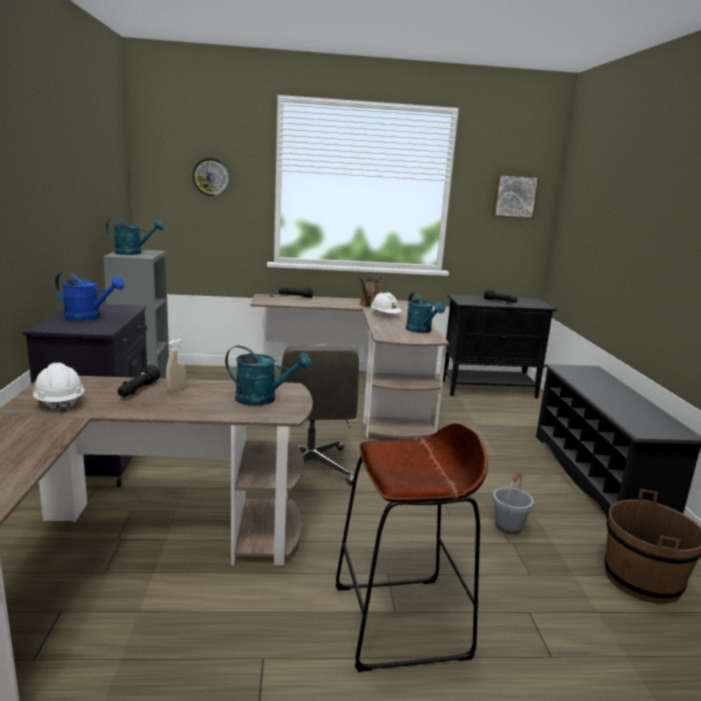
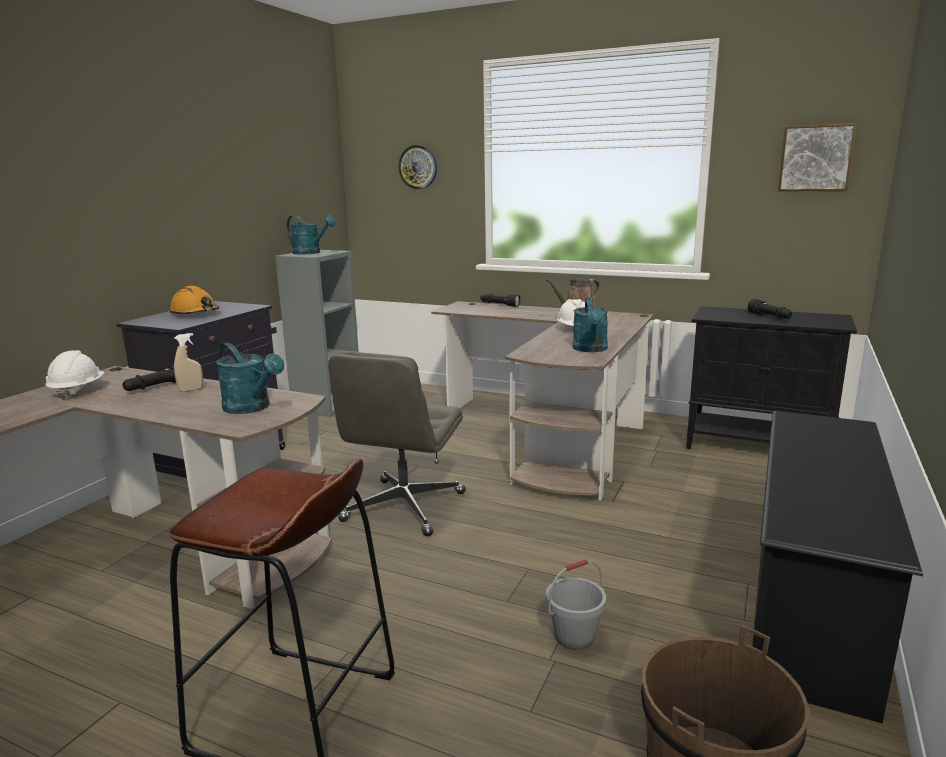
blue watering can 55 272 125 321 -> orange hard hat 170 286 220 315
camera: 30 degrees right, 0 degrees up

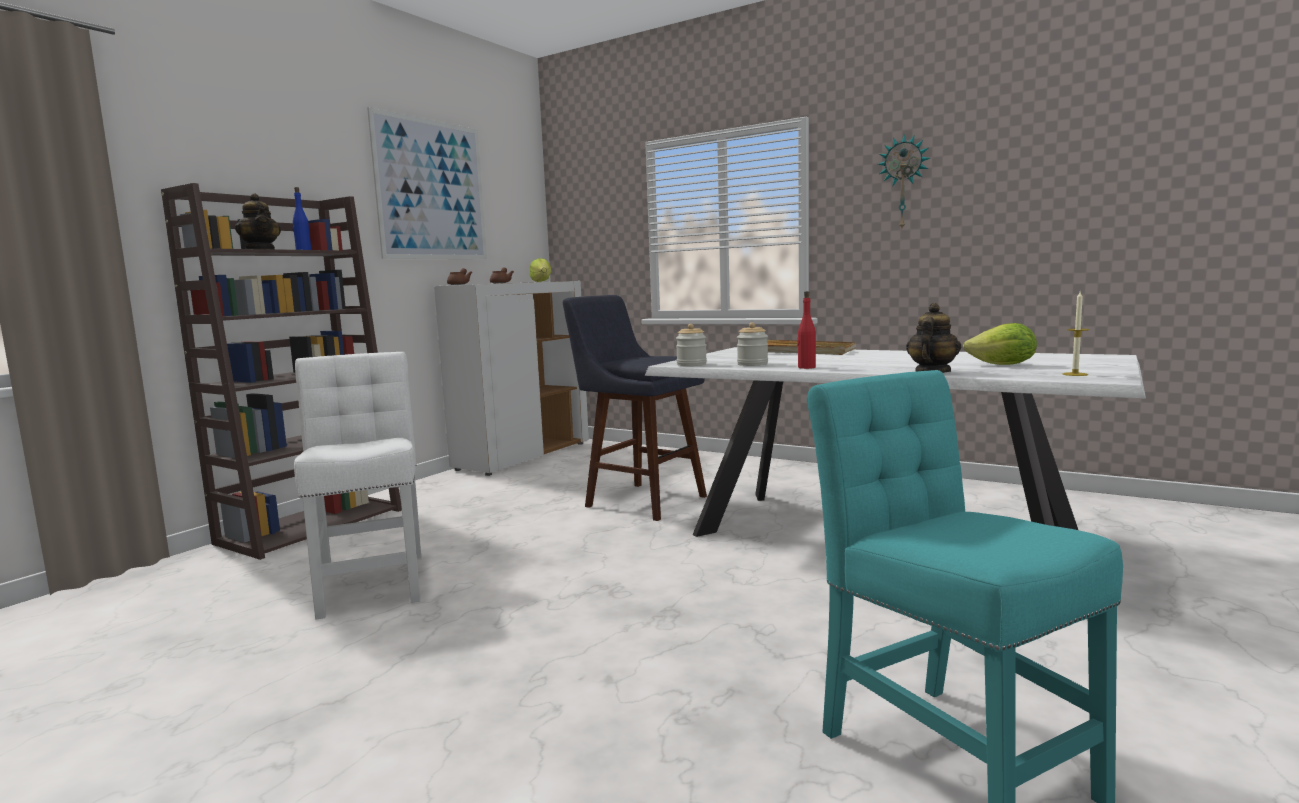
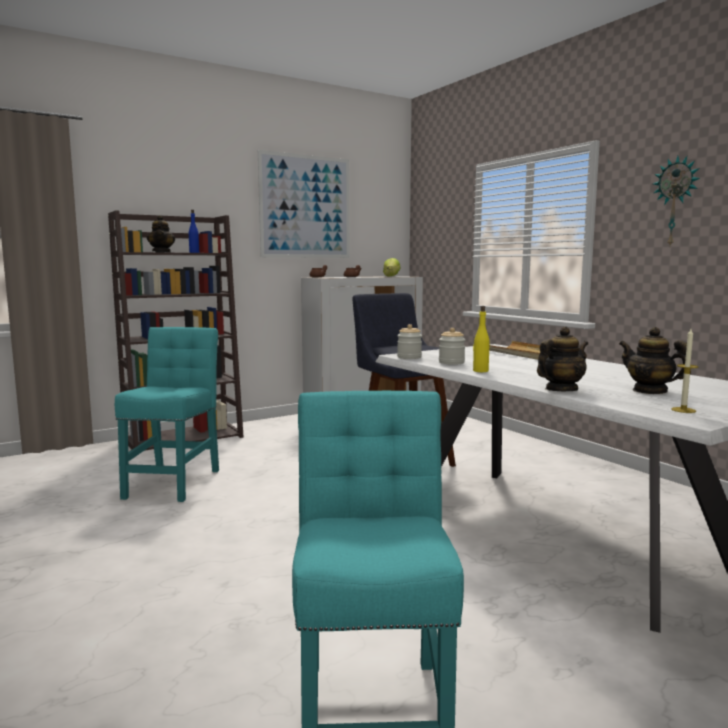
white chair 294 352 421 620 -> turquoise chair 115 327 219 502
red bottle 797 291 816 369 -> yellow bottle 473 306 490 372
lettuce 963 323 1037 365 -> teapot 619 327 691 394
camera: 25 degrees right, 0 degrees up

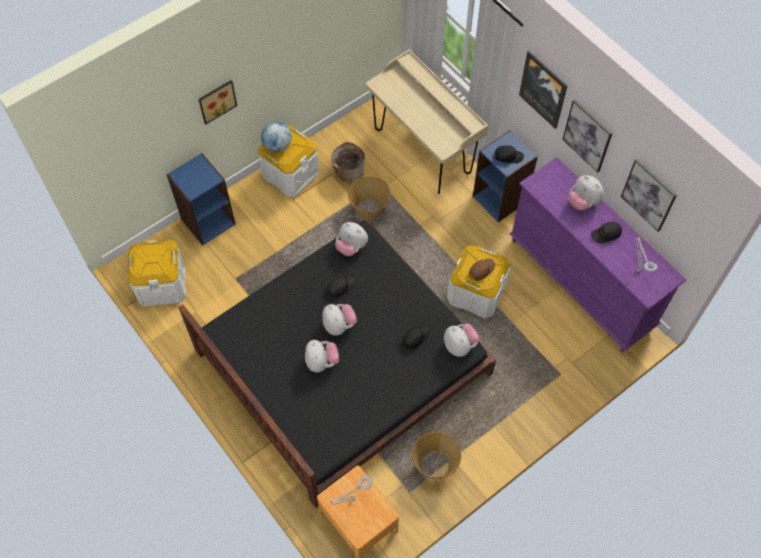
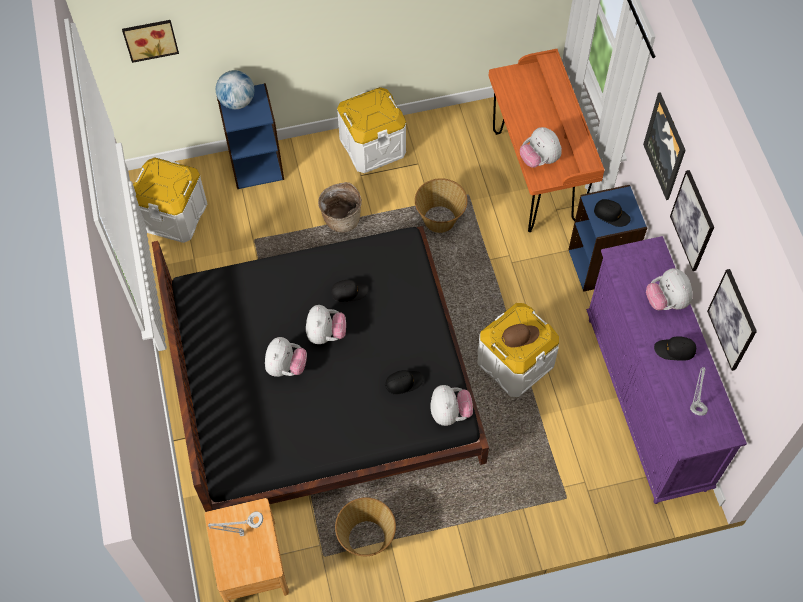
picture 199 80 237 124 -> picture 122 20 179 63, relocated
globe 261 121 292 152 -> globe 216 70 254 109, relocated
basket 331 142 365 182 -> basket 318 182 362 233, relocated
beige desk 366 49 488 194 -> orange desk 489 49 605 232
plush toy 335 222 368 256 -> plush toy 520 127 562 168, relocated
camera: 25 degrees right, 0 degrees up

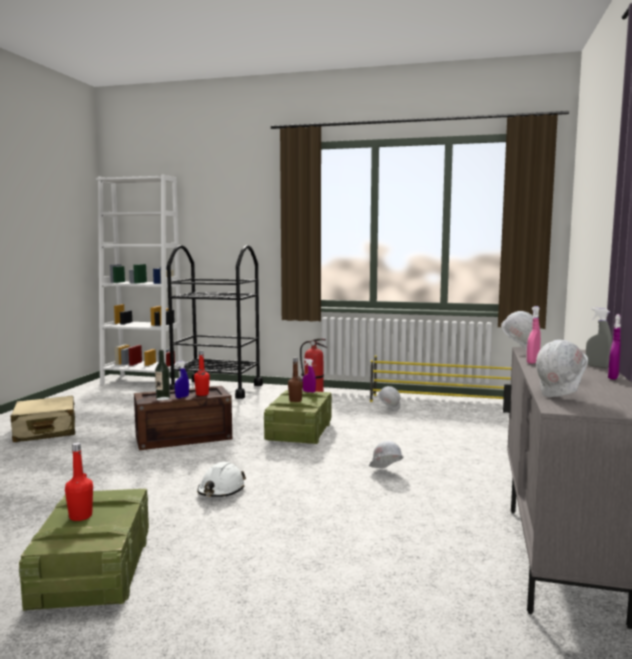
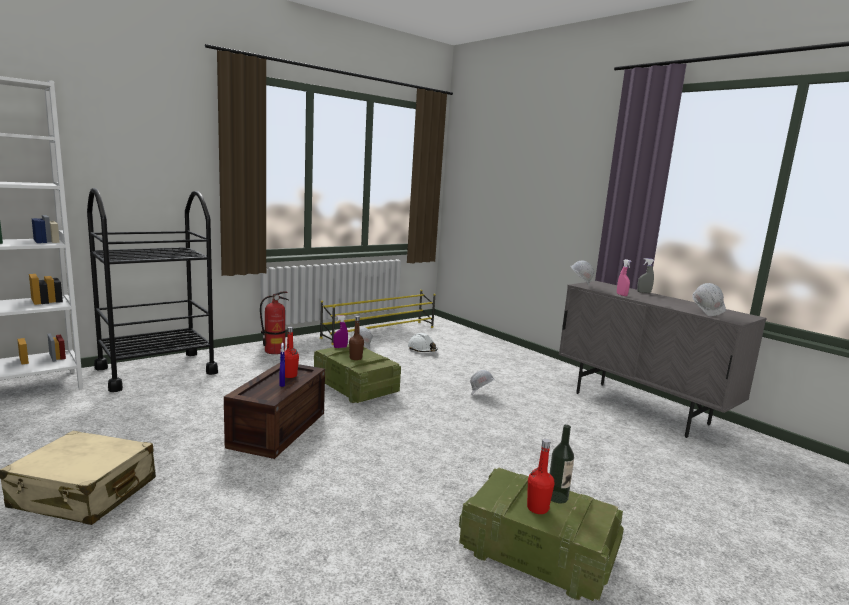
white hard hat 197 462 246 497 -> white hard hat 408 333 438 352, relocated
bottle 155 350 170 401 -> bottle 549 425 574 503, relocated
purple spray bottle 608 314 621 380 -> none
camera: 55 degrees left, 5 degrees up

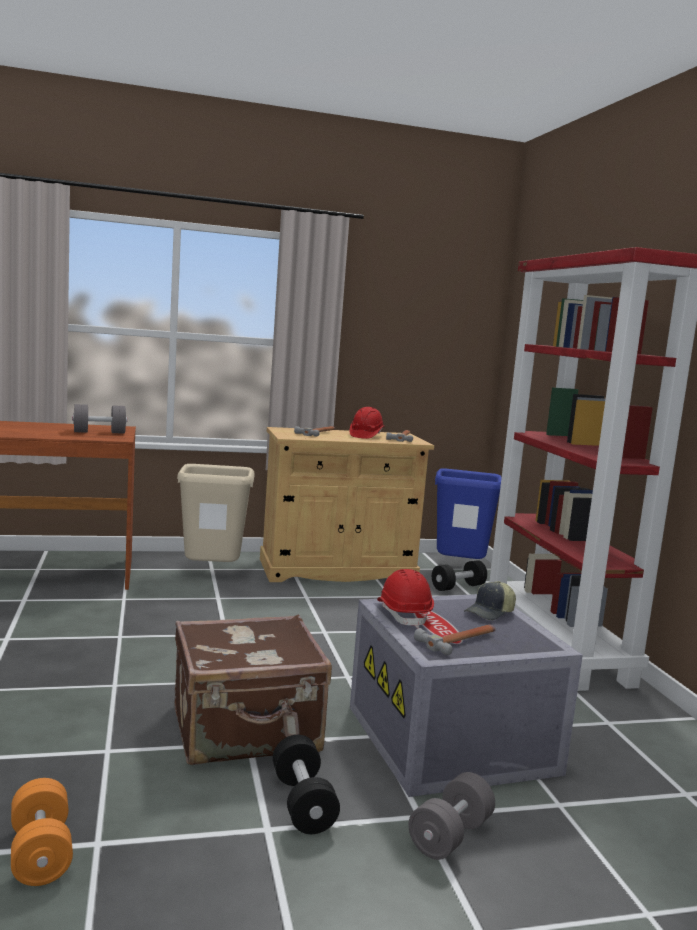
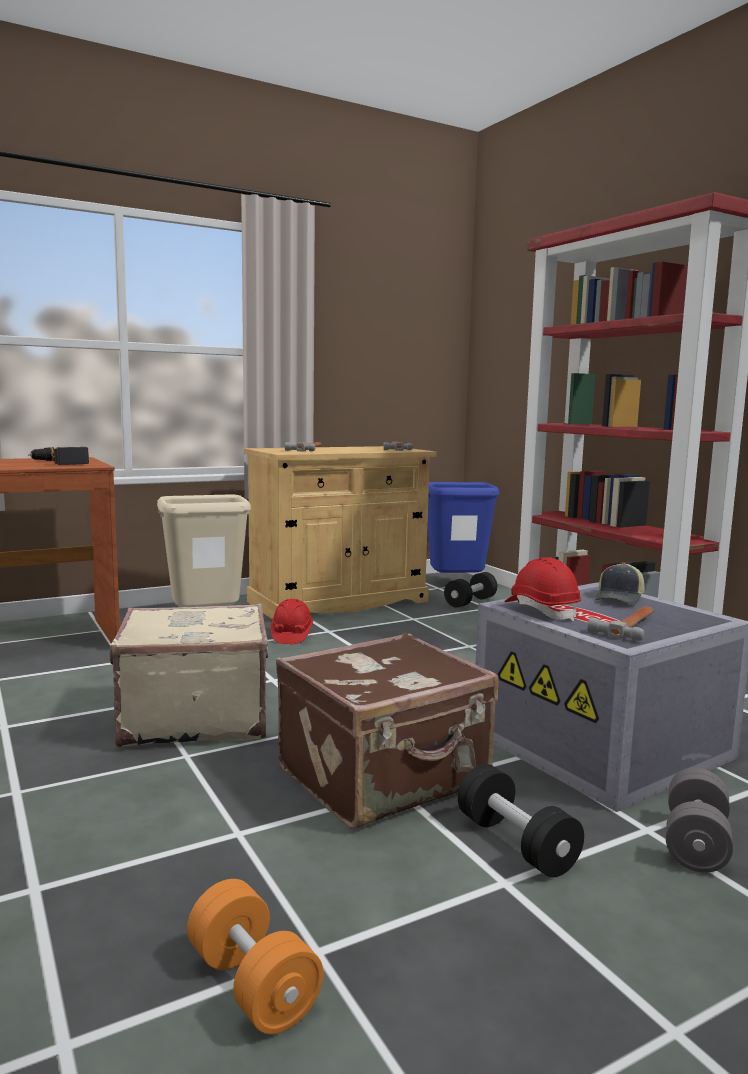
grey dumbbell 72 404 127 433 -> power drill 28 447 89 465
none -> beige suitcase 110 603 268 747
red hard hat 349 407 384 439 -> red hard hat 271 599 313 644, relocated
camera: 15 degrees left, 0 degrees up

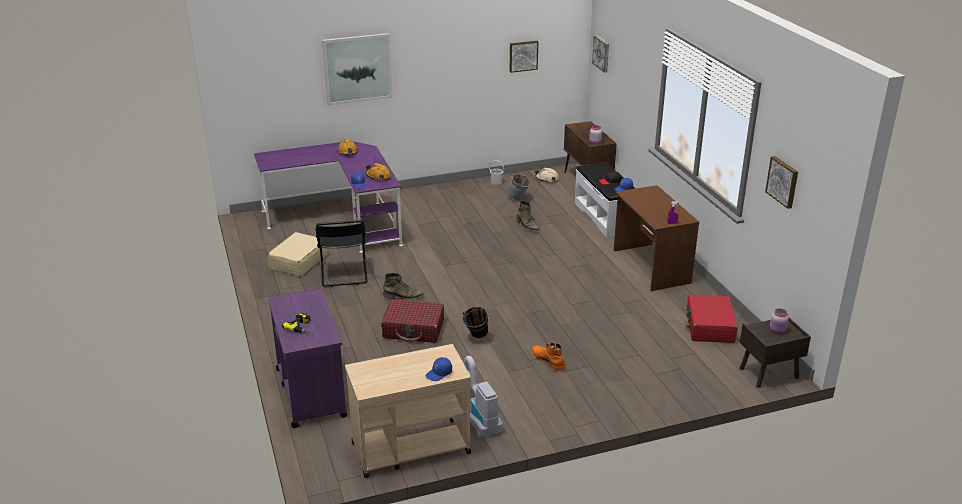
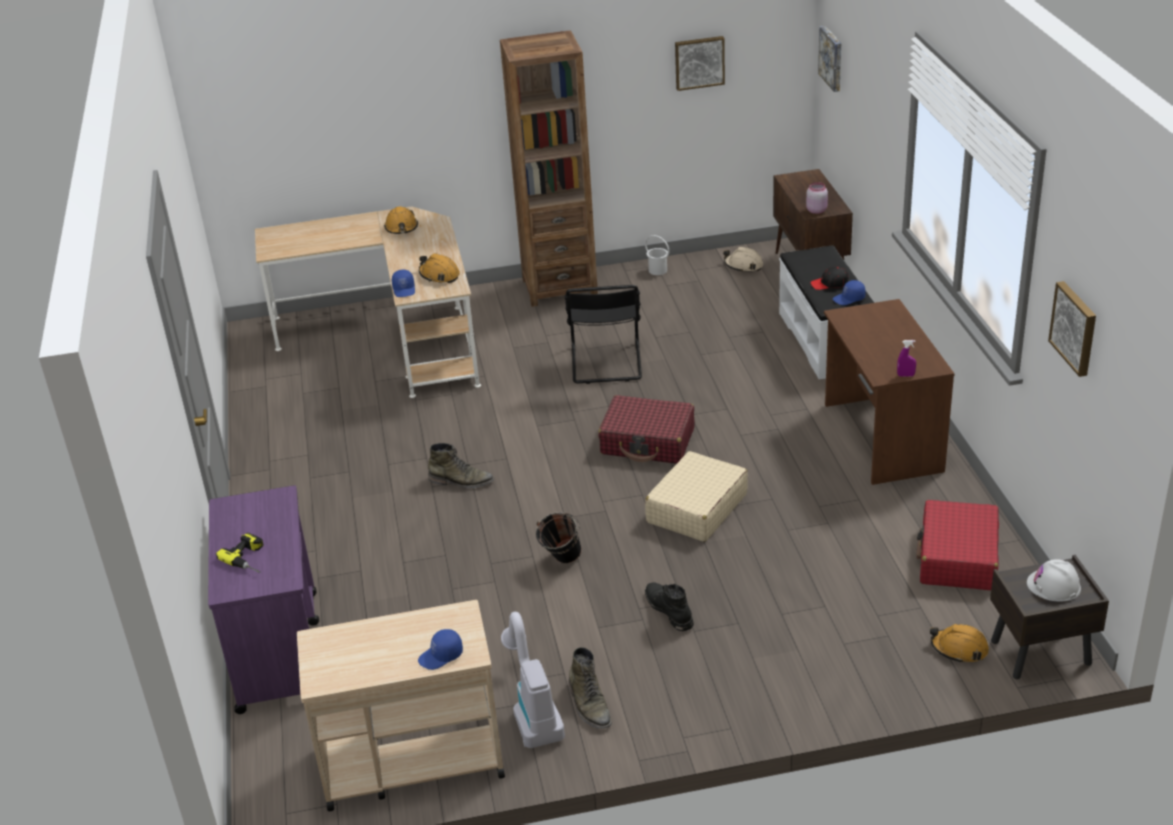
purple desk 254 141 403 253 -> beige desk 255 206 481 398
none -> brown bookcase 500 30 598 307
black chair 315 220 368 287 -> black chair 564 285 642 384, relocated
green boot 516 201 540 231 -> green boot 568 647 612 728, relocated
red suitcase 381 299 444 343 -> red suitcase 598 395 695 464, relocated
beige suitcase 267 232 328 277 -> beige suitcase 645 451 748 542, relocated
orange boot 532 342 565 371 -> black boot 645 583 694 631
none -> orange hard hat 930 624 989 663
pink jar 770 309 789 334 -> white hard hat 1027 559 1081 602
picture 322 33 392 106 -> none
grey bucket 508 174 531 200 -> none
camera: 10 degrees right, 5 degrees up

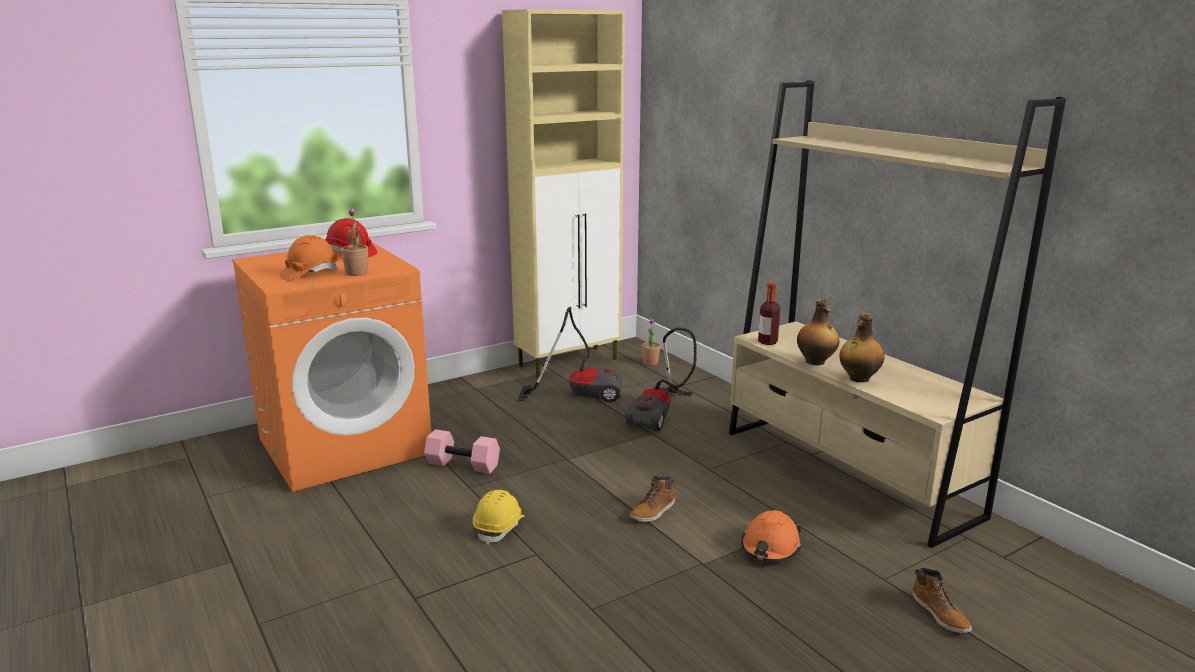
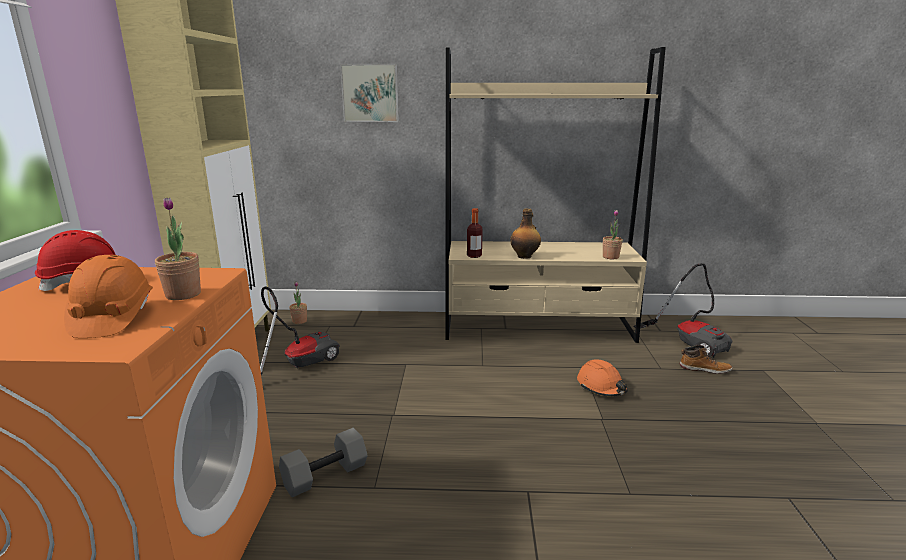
pink dumbbell 424 429 500 474 -> grey dumbbell 279 428 368 497
none -> picture 340 64 399 122
none -> potted plant 603 210 623 259
vacuum cleaner 625 327 697 432 -> vacuum cleaner 633 263 732 358, relocated
yellow hard hat 473 490 524 545 -> none
boot 630 476 676 522 -> none
bottle 839 313 884 382 -> none
camera: 55 degrees left, 0 degrees up

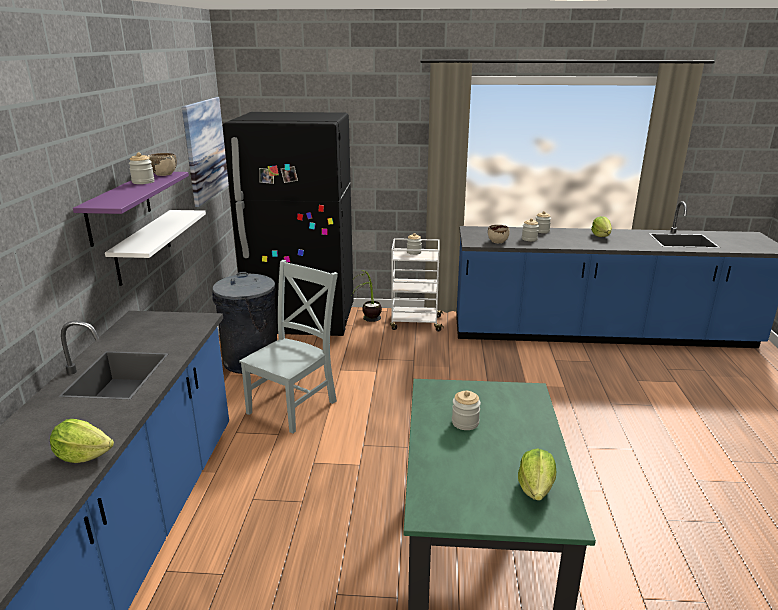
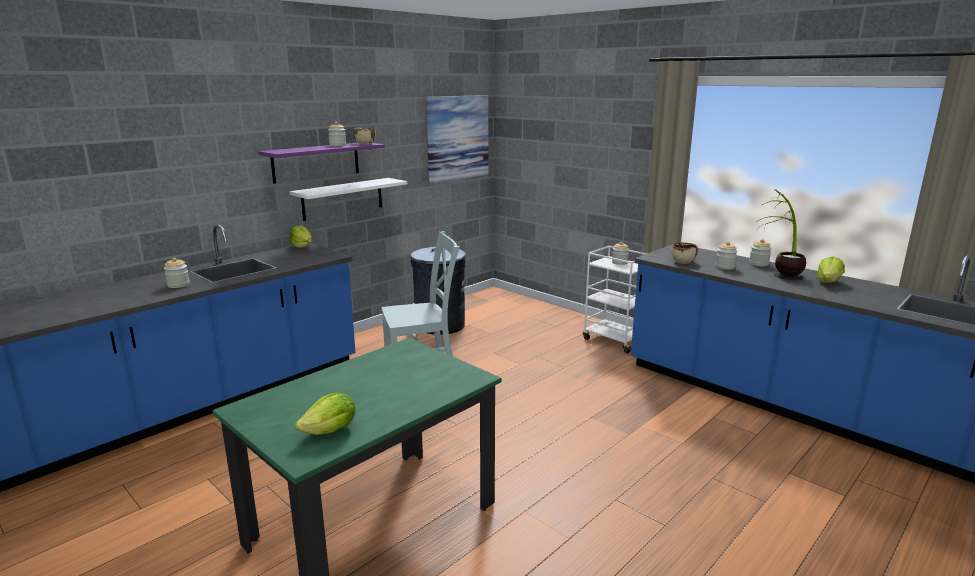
jar 452 391 481 430 -> jar 164 258 190 288, relocated
lettuce 50 419 114 463 -> lettuce 290 226 312 248, relocated
potted plant 352 270 382 322 -> potted plant 756 189 806 280, relocated
black fridge 223 112 354 336 -> none
camera: 40 degrees right, 5 degrees down

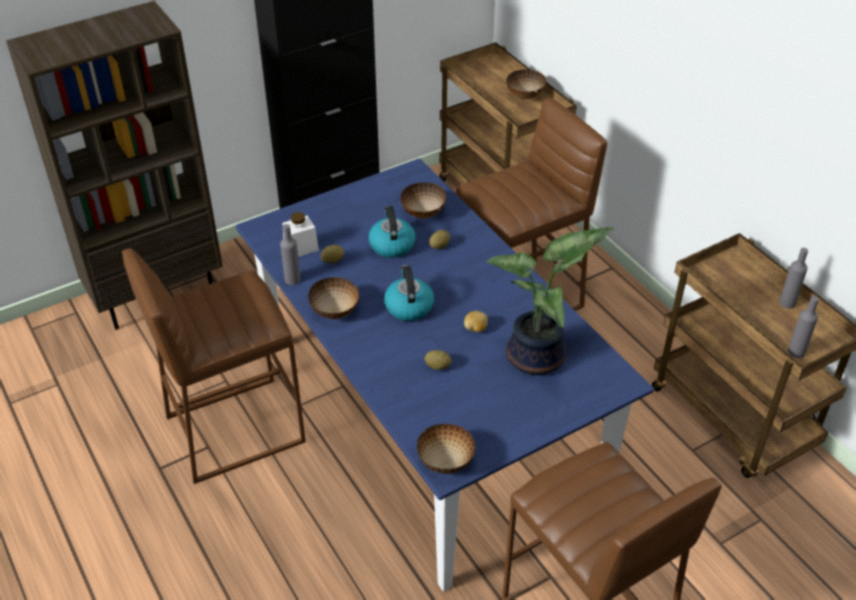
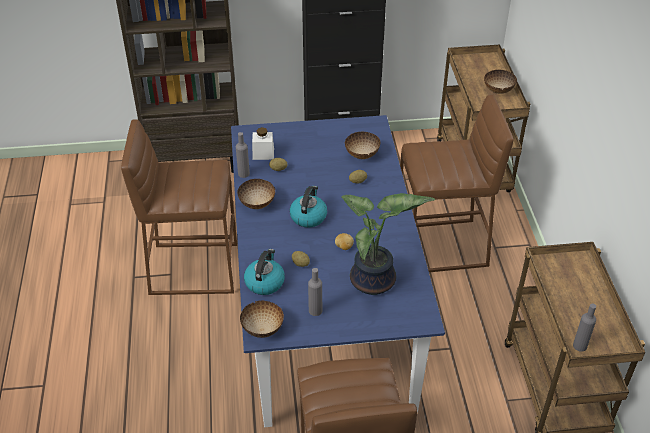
kettle 368 206 416 258 -> kettle 244 249 285 295, relocated
grey bottle 779 248 808 309 -> grey bottle 308 268 322 316, relocated
camera: 25 degrees right, 0 degrees up

